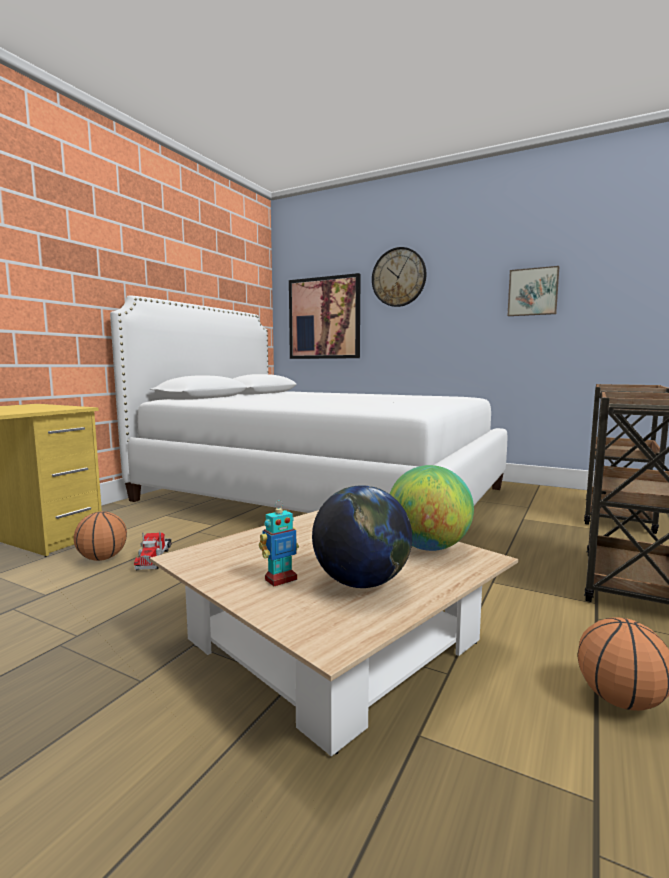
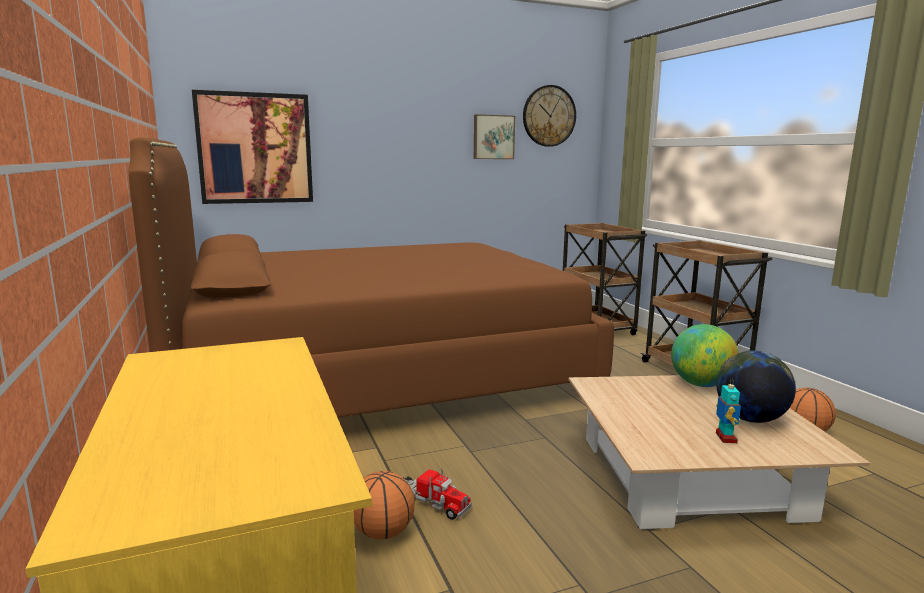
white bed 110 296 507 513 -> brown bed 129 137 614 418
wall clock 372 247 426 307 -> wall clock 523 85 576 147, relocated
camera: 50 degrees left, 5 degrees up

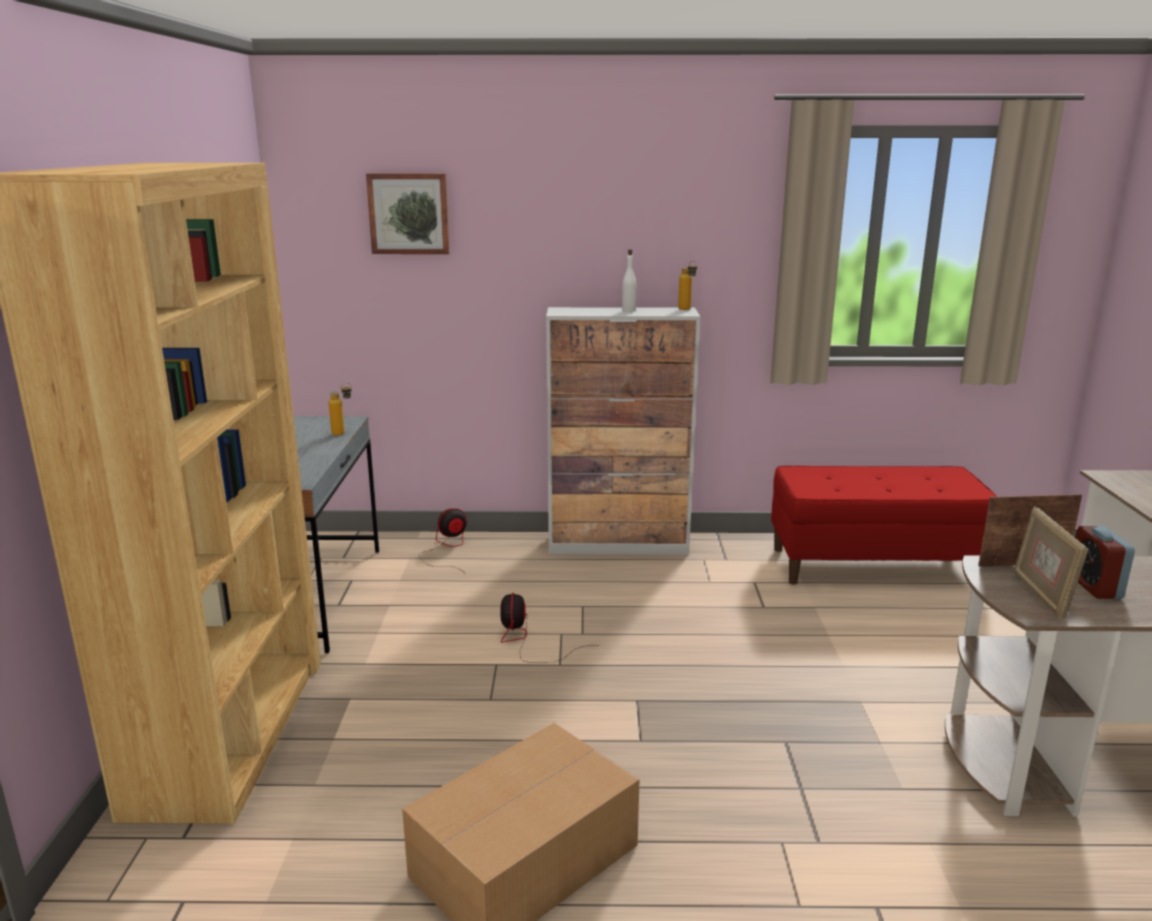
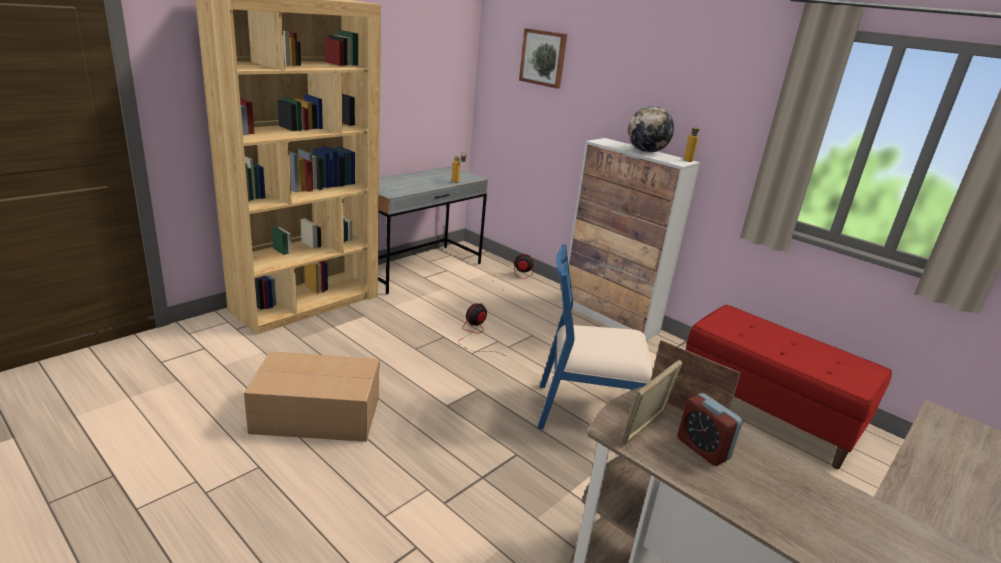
none -> blue chair 538 244 654 429
white bottle 622 250 636 312 -> globe 628 106 674 153
alarm clock 1075 526 1135 599 -> alarm clock 677 393 743 466, 75 degrees counterclockwise
camera: 40 degrees right, 5 degrees up

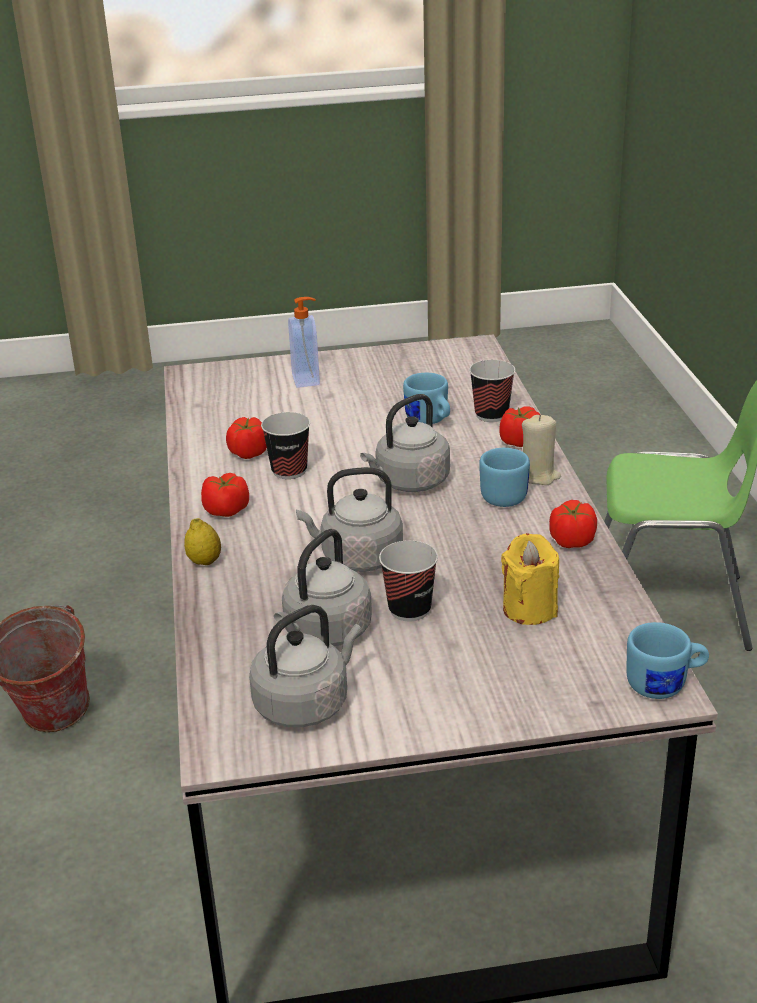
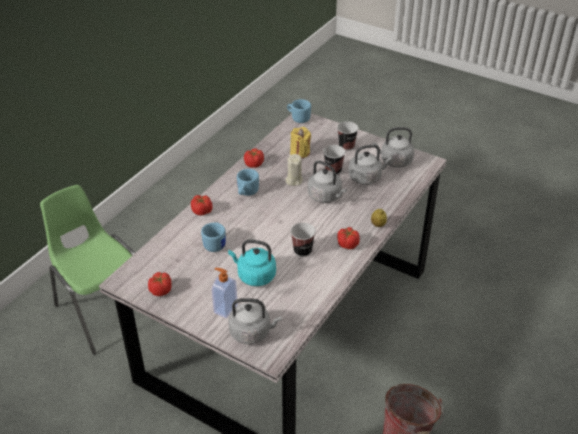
tomato 226 417 267 459 -> tomato 148 272 172 296, relocated
none -> turquoise kettle 228 239 276 286
grey kettle 360 394 450 492 -> grey kettle 228 298 282 344, relocated
beige candle 522 415 561 485 -> beige candle 286 154 303 186, relocated
cup 469 360 515 422 -> cup 337 121 358 151, relocated
camera: 140 degrees left, 10 degrees up

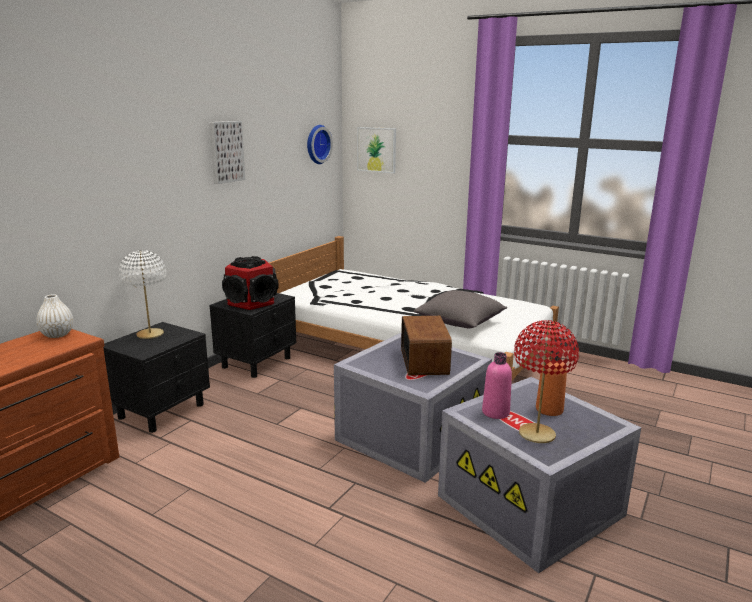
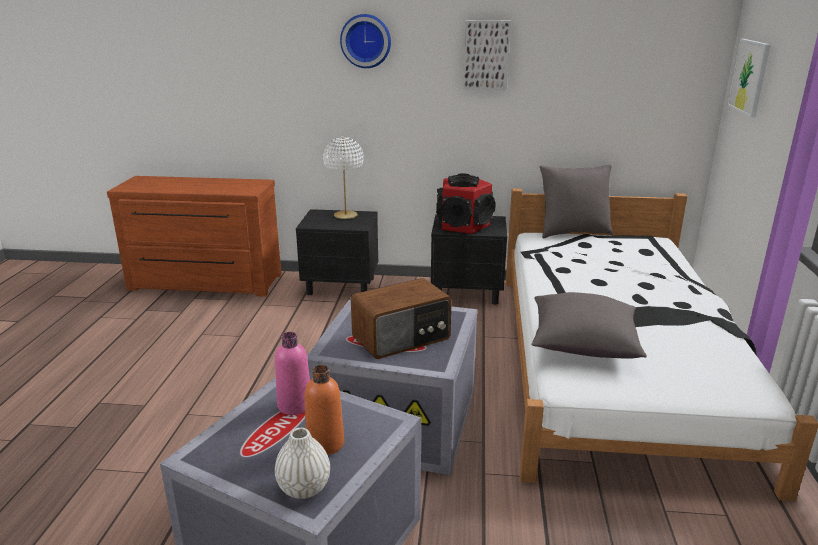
white vase 36 294 74 338 -> white vase 275 428 330 499, relocated
wall clock 307 125 333 164 -> wall clock 340 14 391 68, relocated
none -> grey pillow 540 165 613 238
red table lamp 514 320 579 443 -> none
camera: 65 degrees right, 5 degrees up

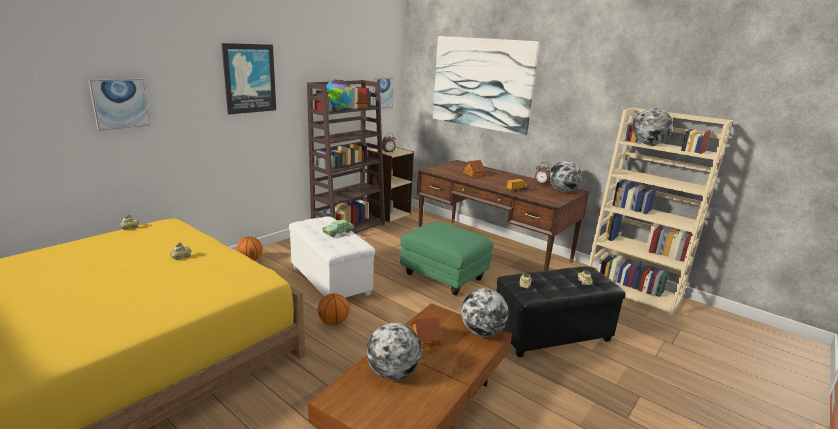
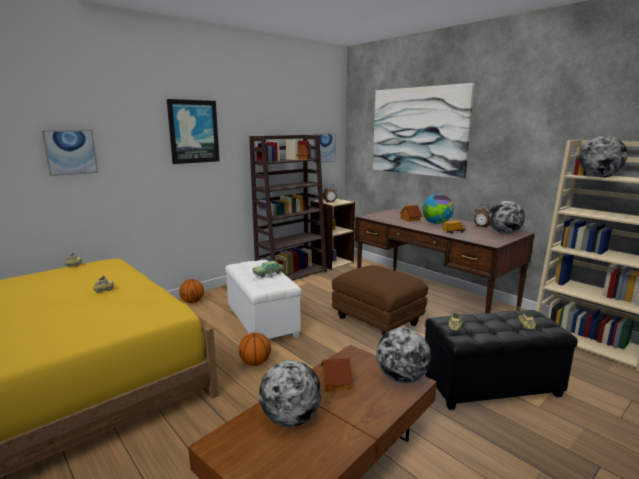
green ottoman 400 222 494 295 -> brown ottoman 332 265 428 336
globe 326 79 353 110 -> globe 422 194 454 224, relocated
camera: 10 degrees right, 5 degrees down

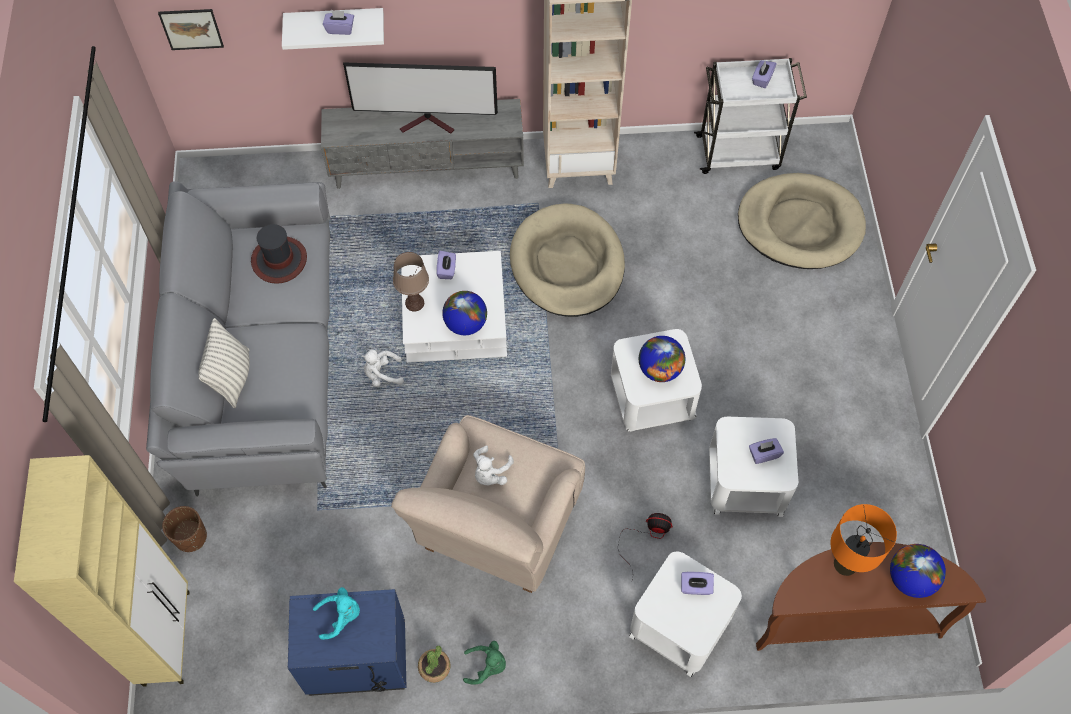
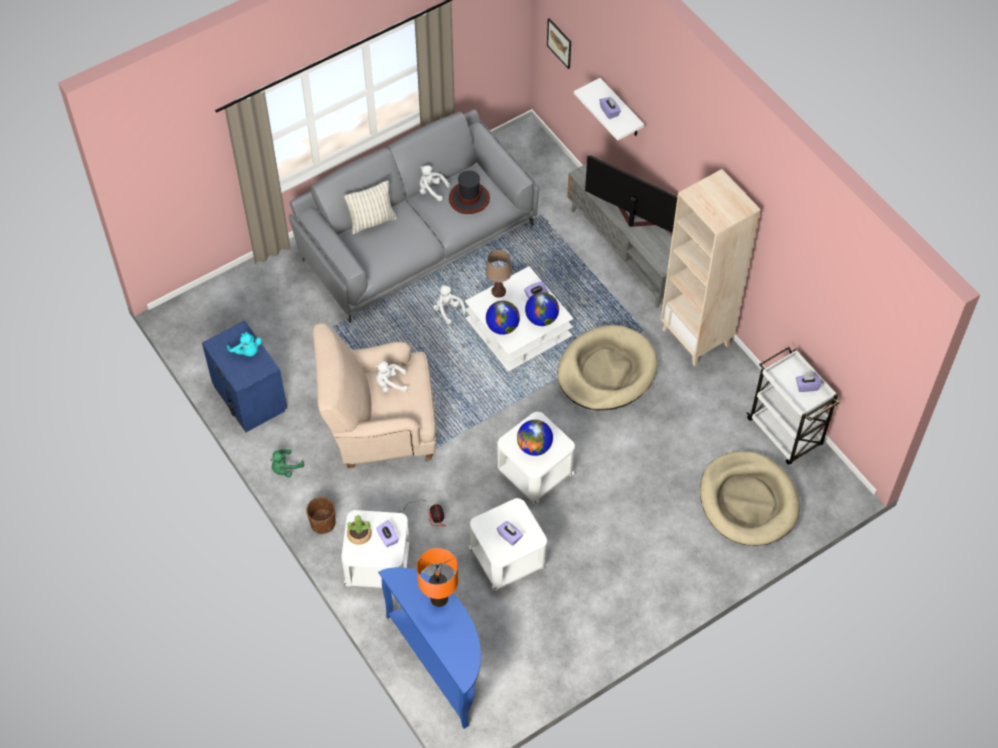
green plush toy 463 641 506 685 -> green plush toy 270 449 304 478, 75 degrees clockwise
brown planter 162 506 207 552 -> brown planter 306 497 336 534, relocated
potted plant 418 646 450 683 -> potted plant 347 515 372 545, relocated
brown console table 756 542 986 651 -> blue console table 378 567 481 729
none -> white plush toy 420 165 450 201
globe 890 544 946 598 -> globe 525 292 559 326, relocated
television 343 62 498 134 -> television 585 155 677 233, 150 degrees clockwise
beige cabinet 14 455 189 687 -> none
camera: 60 degrees right, 5 degrees down

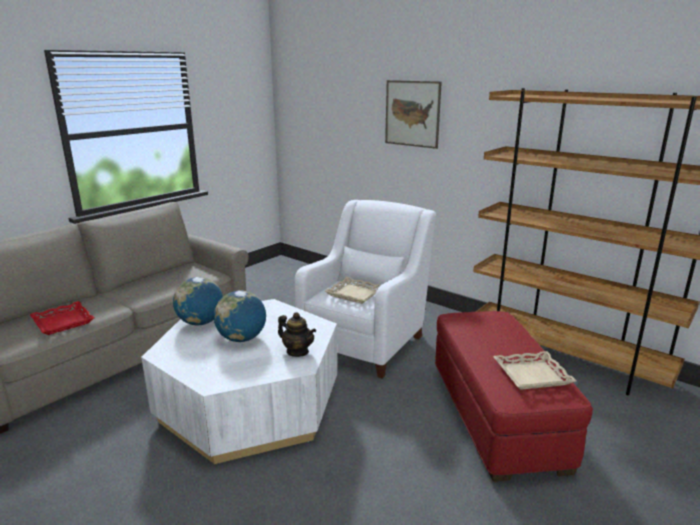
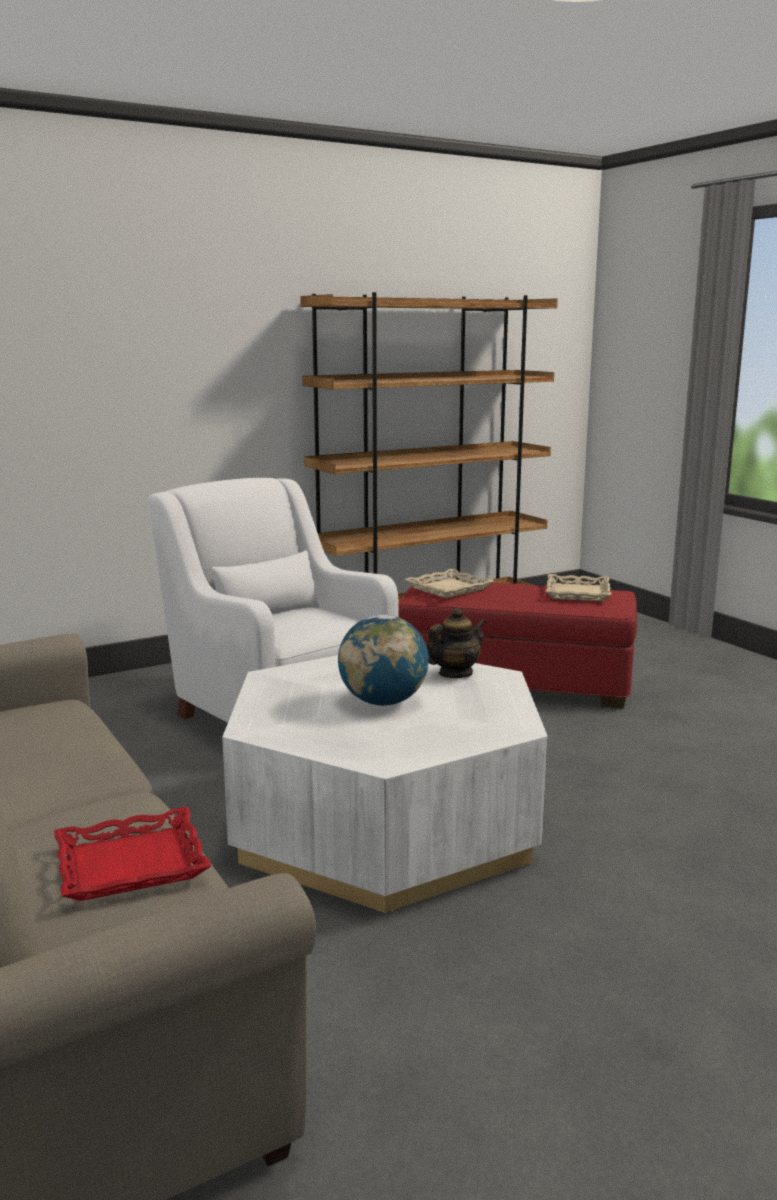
beige tray 325 277 381 304 -> beige tray 404 569 494 598, relocated
globe 173 277 223 325 -> none
picture 385 80 442 149 -> none
camera: 70 degrees left, 5 degrees down

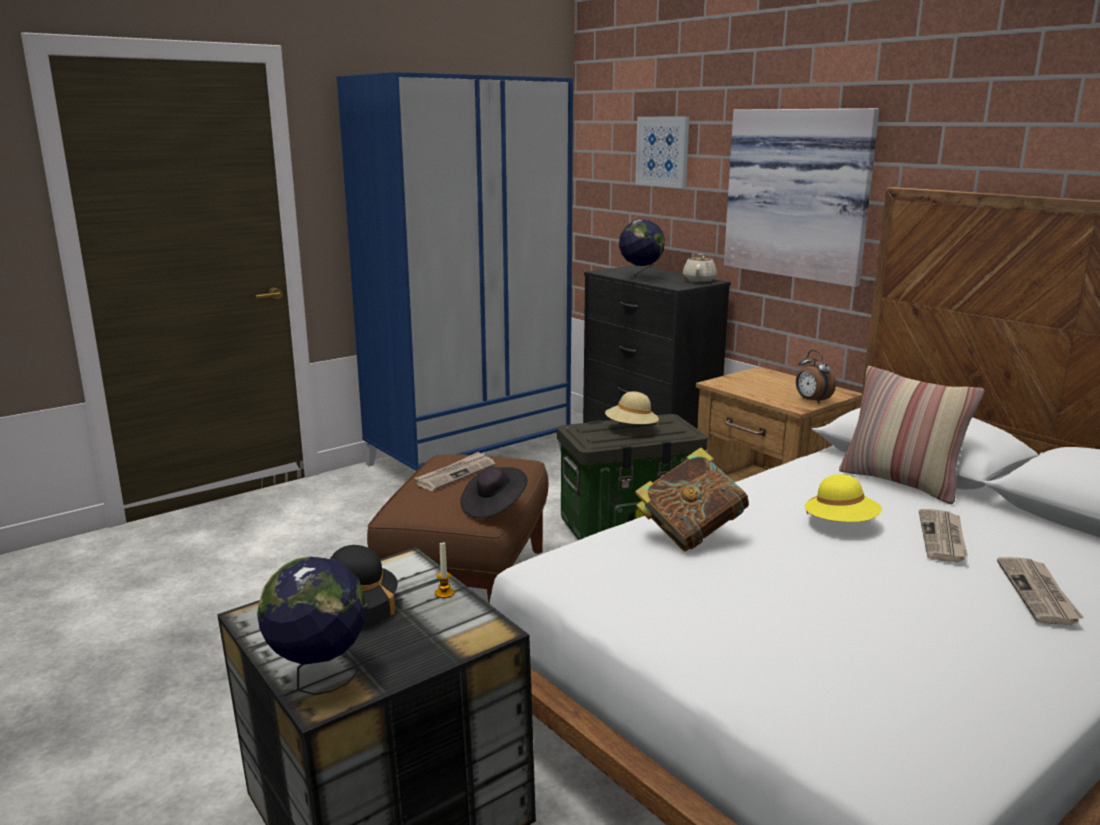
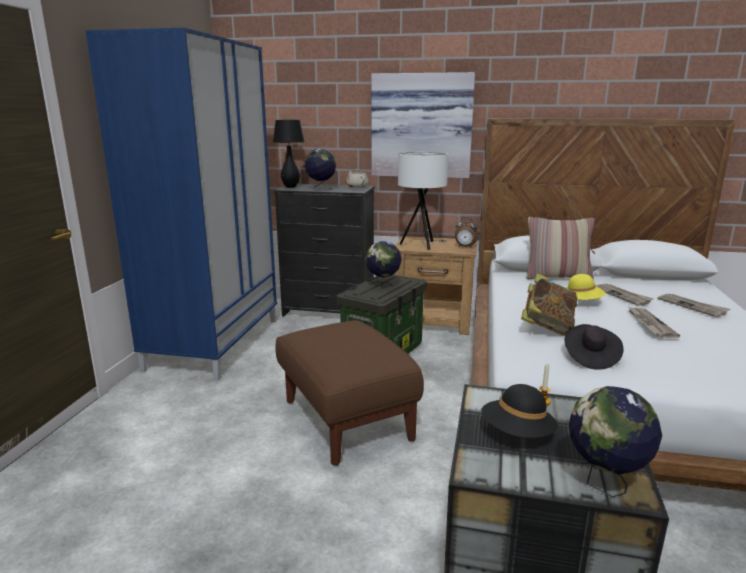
none -> black table lamp 273 120 305 188
beige hat 605 391 659 426 -> globe 365 241 402 288
none -> white table lamp 398 152 448 250
black hat 460 467 528 518 -> black hat 565 324 624 370, relocated
newspaper 415 452 495 491 -> newspaper 629 307 680 338, relocated
picture 635 117 689 188 -> none
camera: 40 degrees left, 0 degrees up

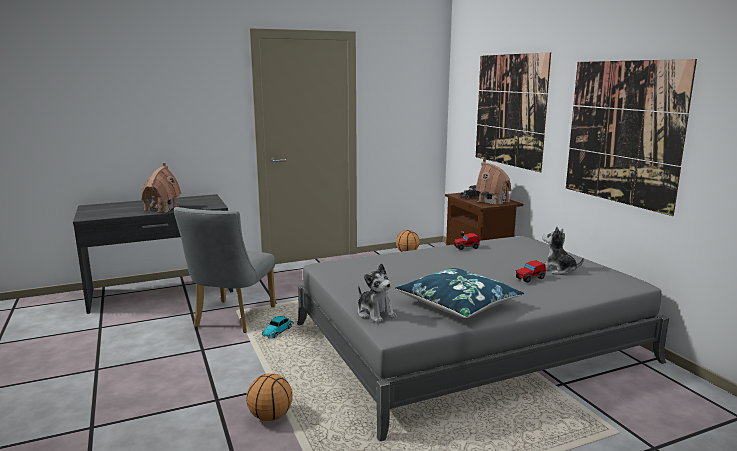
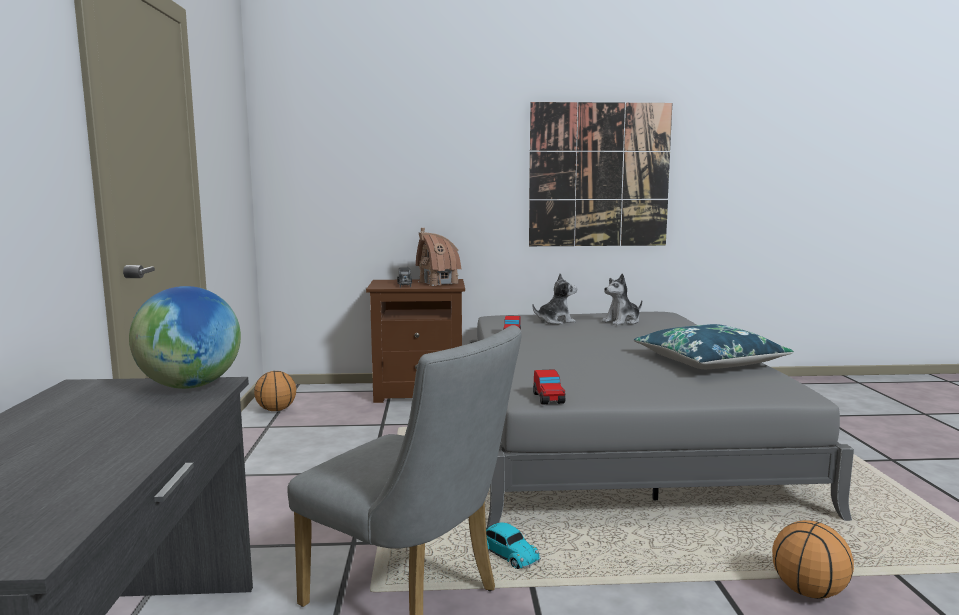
none -> globe 129 286 241 389
plush toy 358 263 397 323 -> plush toy 533 274 577 325, relocated
toy car 516 260 546 283 -> toy car 533 369 565 404, relocated
toy house 142 162 181 212 -> none
picture 476 52 551 172 -> none
camera: 70 degrees left, 5 degrees down

